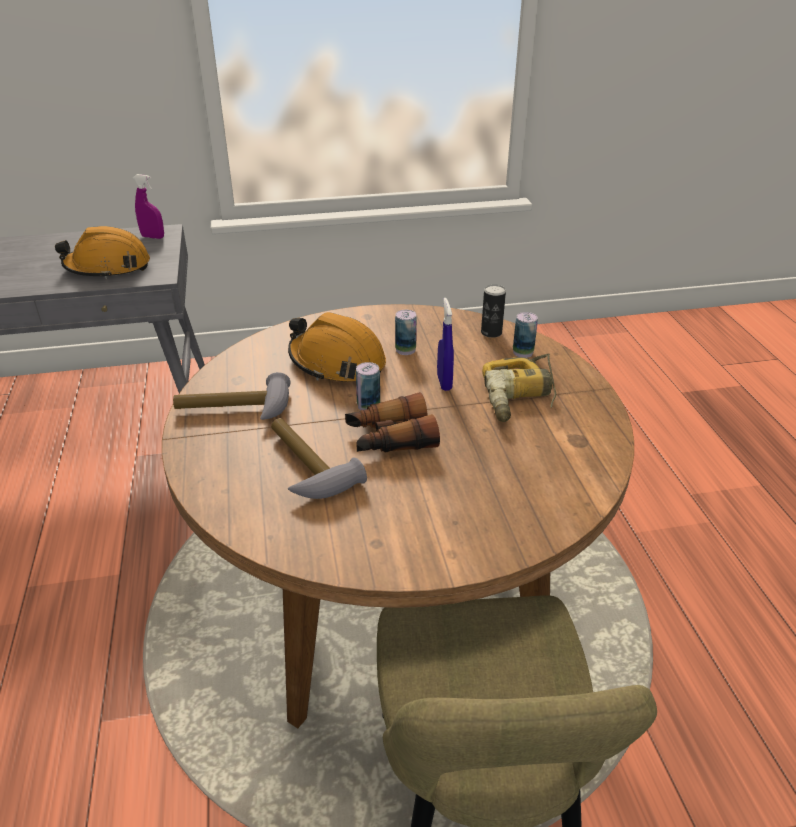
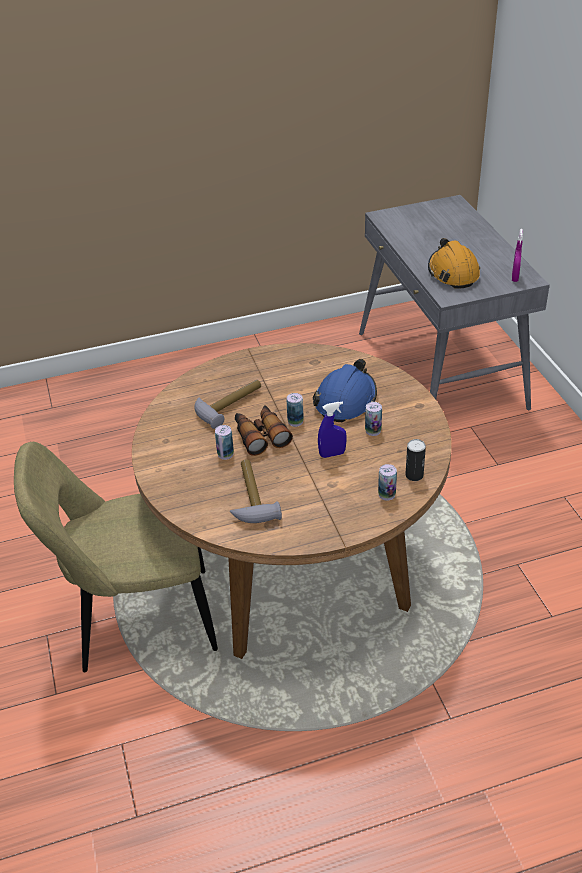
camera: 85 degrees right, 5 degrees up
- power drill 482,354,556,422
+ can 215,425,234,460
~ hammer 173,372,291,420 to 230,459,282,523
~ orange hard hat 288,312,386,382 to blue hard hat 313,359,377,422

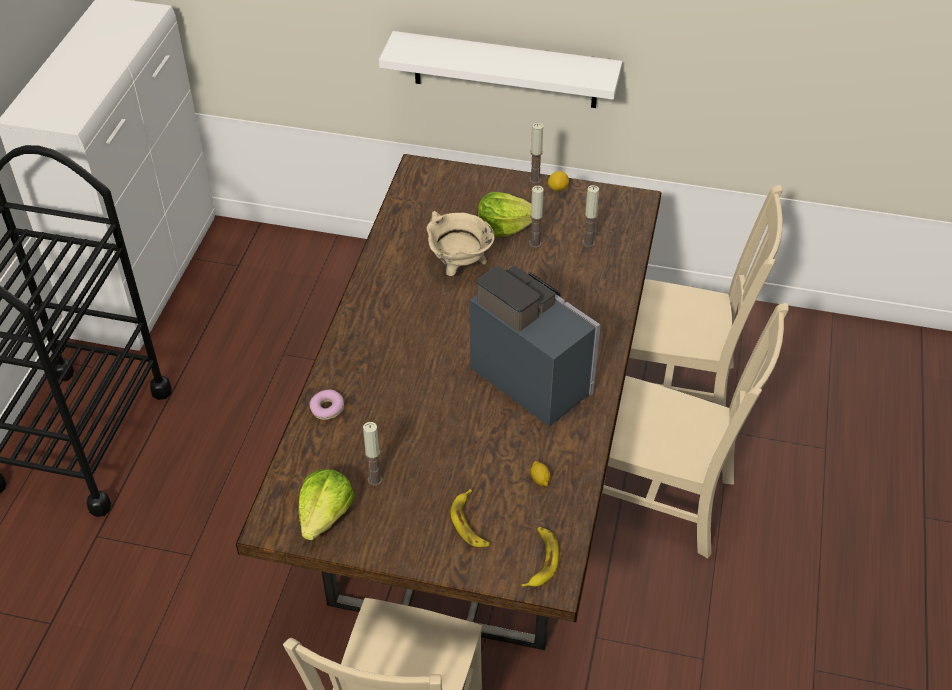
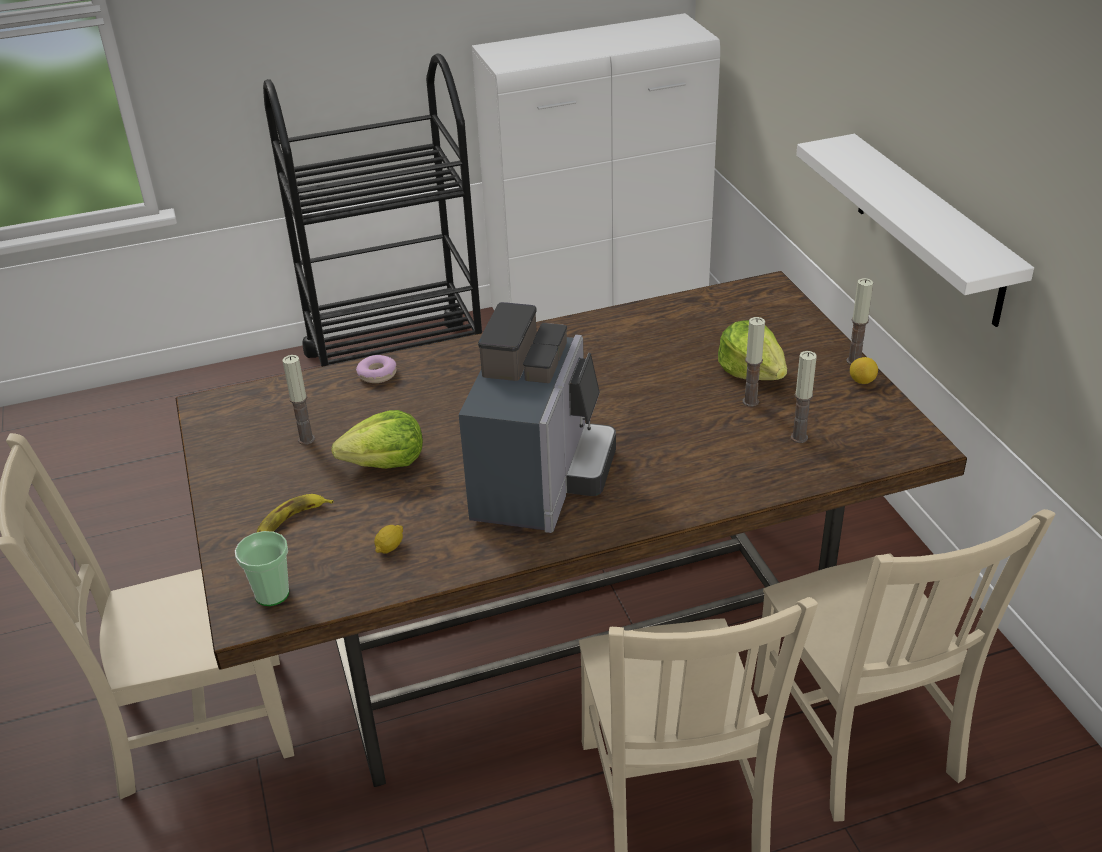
camera: 60 degrees right, 10 degrees down
- beige cooking pot 426,211,494,276
~ lettuce 298,469,355,540 to 331,410,423,469
~ banana 522,527,559,587 to cup 235,531,289,606

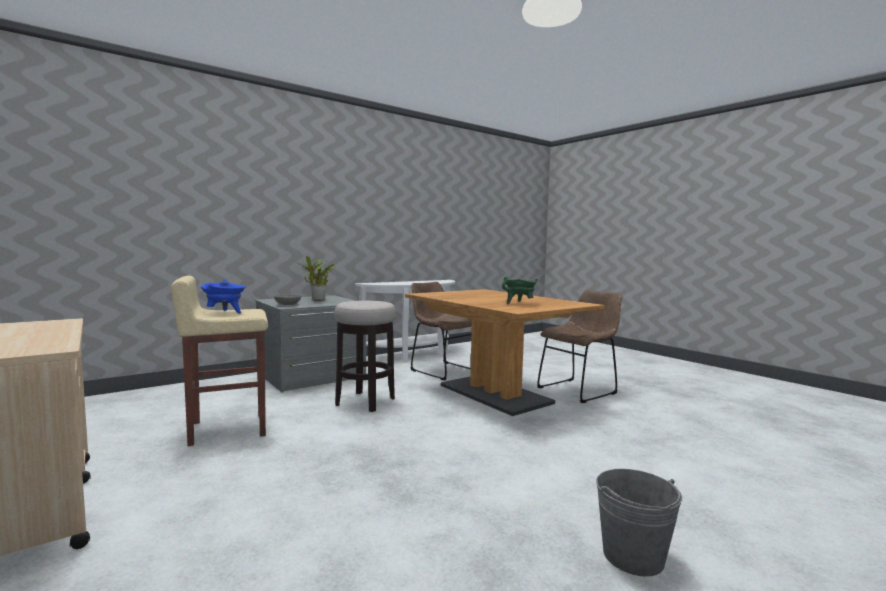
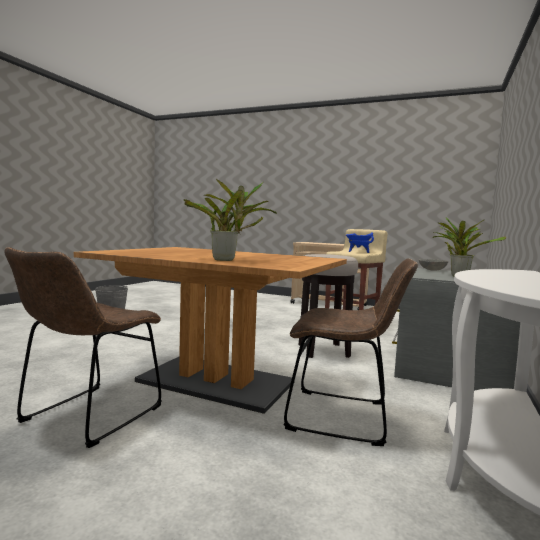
camera: 150 degrees right, 0 degrees up
- green cooking pot 502,276,537,304
+ potted plant 184,179,277,261

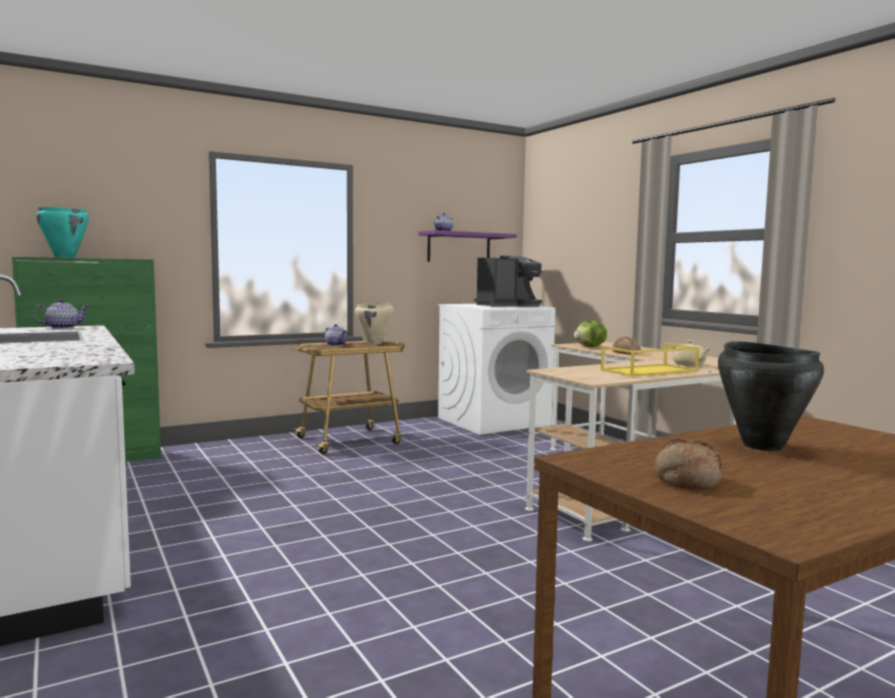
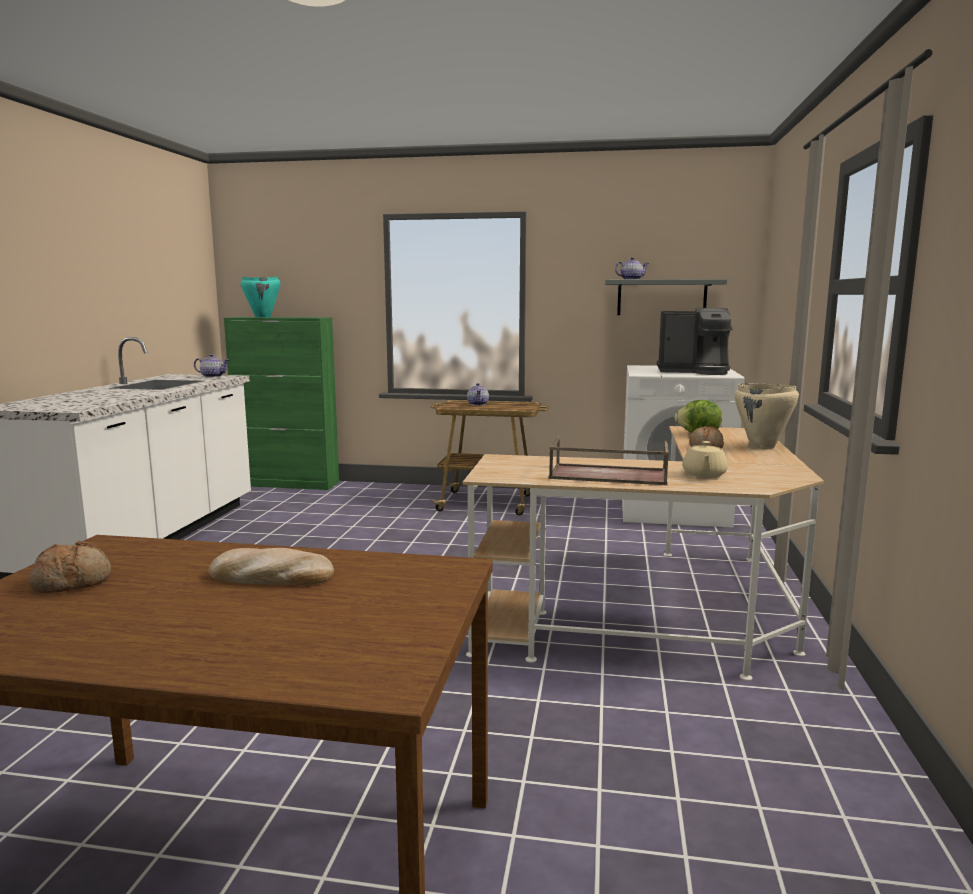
camera: 40 degrees right, 5 degrees up
~ beige cooking pot 355,303,394,344 to 734,383,799,449
~ black cooking pot 718,341,824,451 to bread 208,548,334,585
~ purple shelf 418,230,517,262 to grey shelf 605,279,727,315
~ yellow tray 600,343,699,377 to brown tray 549,436,669,485

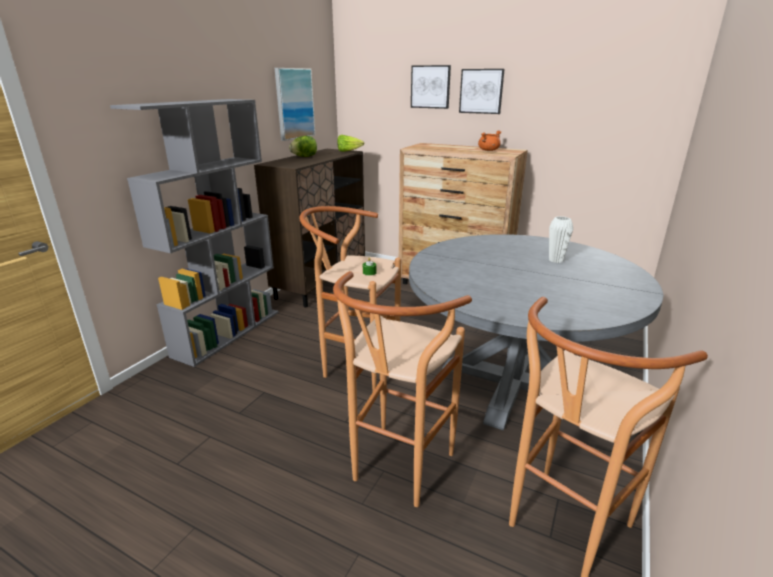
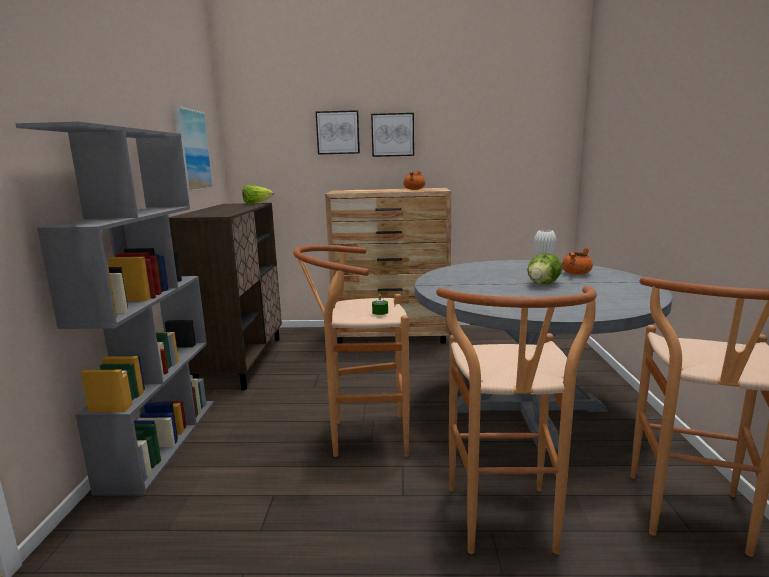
camera: 25 degrees left, 10 degrees down
+ orange cooking pot 562,247,593,275
~ lettuce 289,136,317,157 to 527,254,562,285

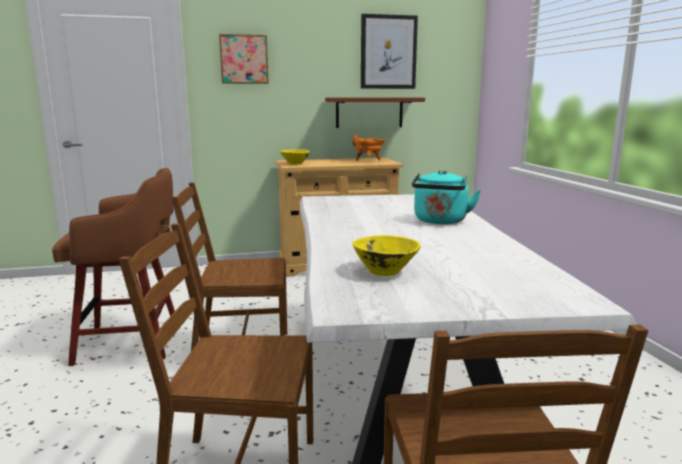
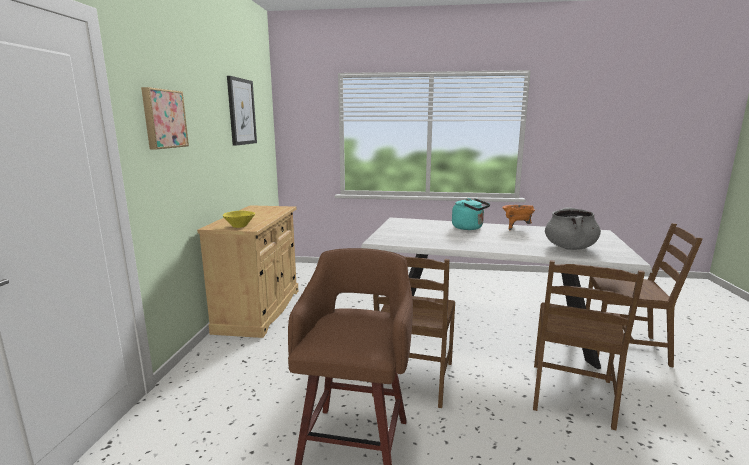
camera: 70 degrees left, 0 degrees up
- brown shelf 325,97,425,128
~ orange cooking pot 352,135,386,160 to 502,205,536,231
~ yellow bowl 352,235,420,276 to grey cooking pot 545,207,601,250

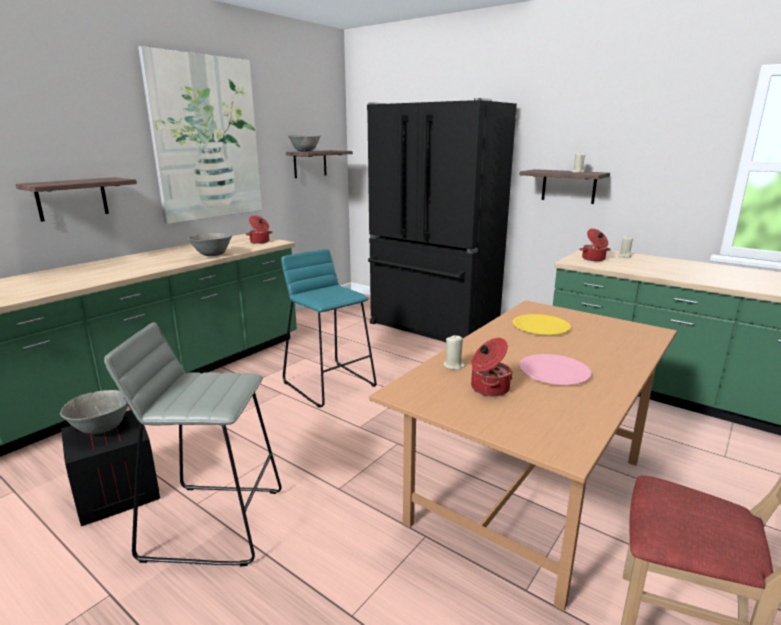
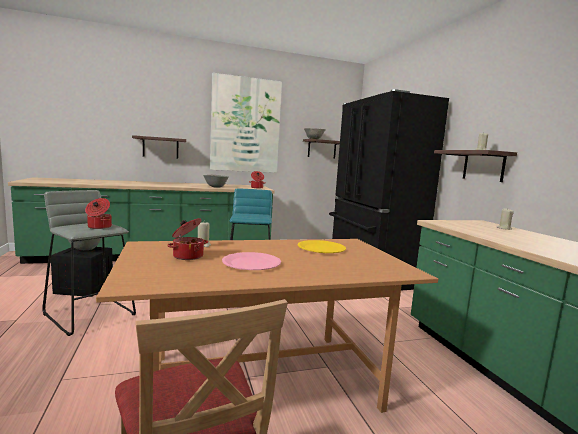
camera: 35 degrees right, 10 degrees down
~ cooking pot 579,228,611,261 to 85,198,112,229

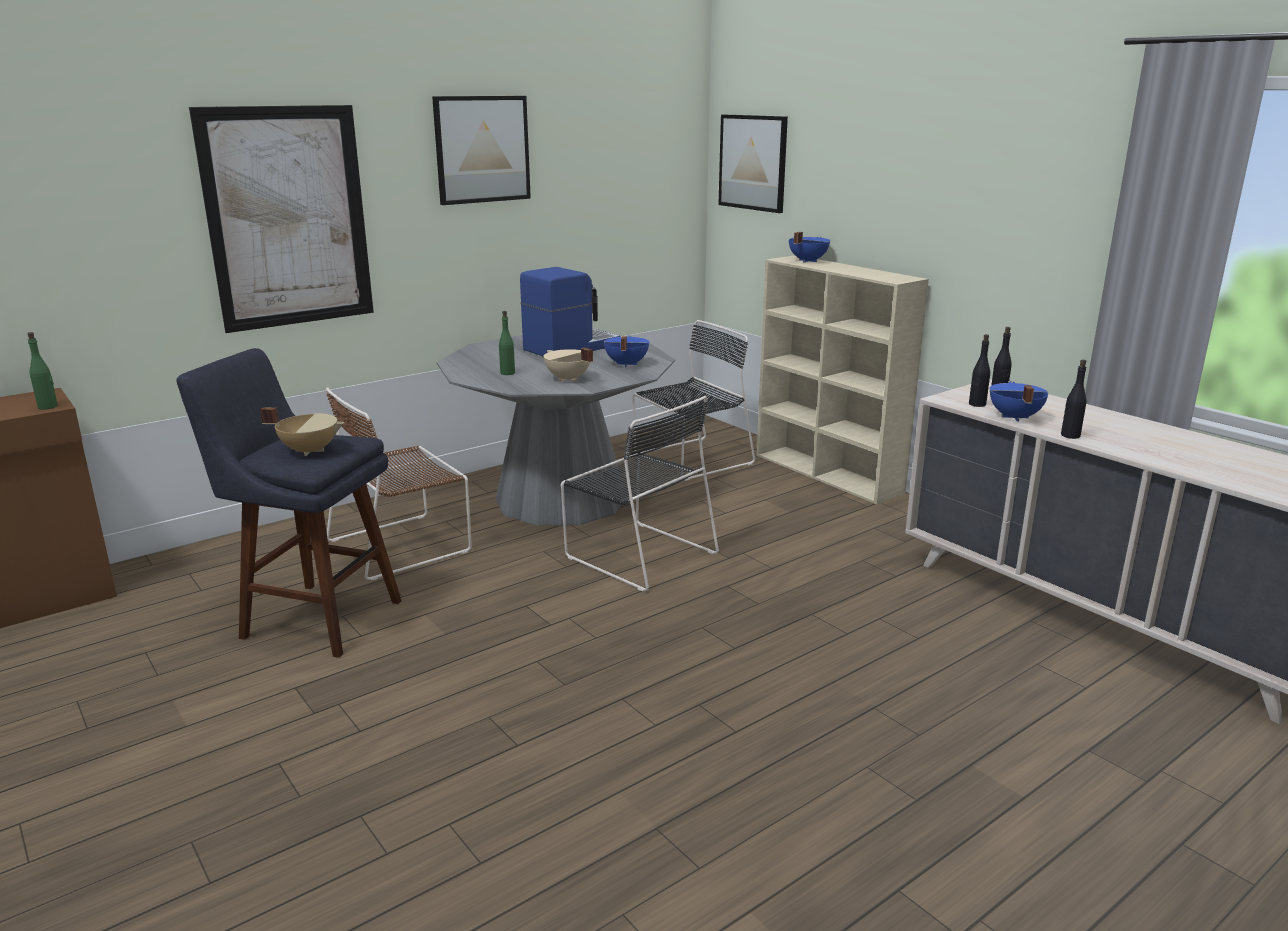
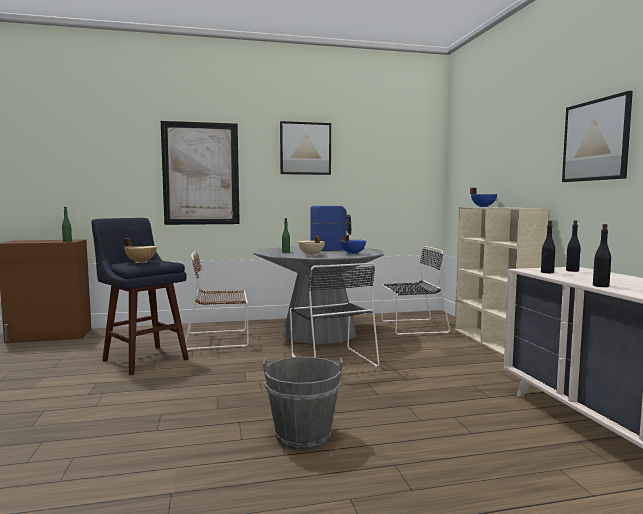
camera: 25 degrees right, 15 degrees down
- blue cooking pot 989,381,1048,422
+ grey bucket 263,357,343,450
~ picture 718,115,788,213 to 562,91,633,182

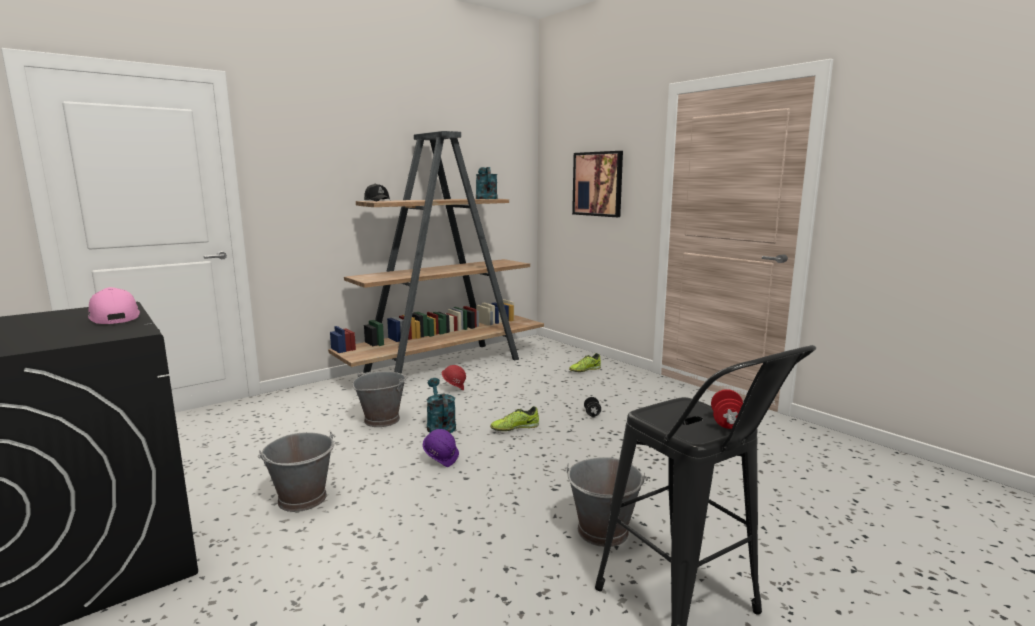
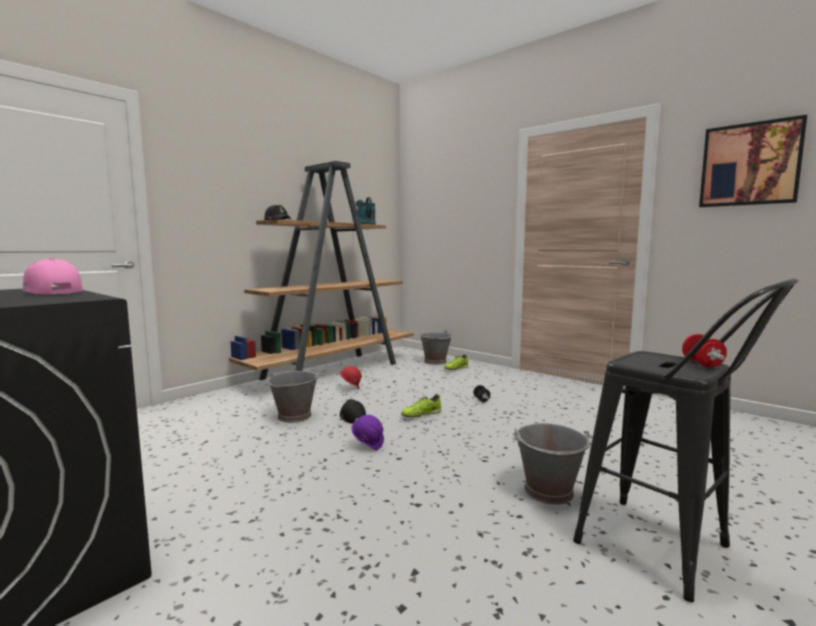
camera: 10 degrees left, 5 degrees down
~ grey bucket 258,431,336,512 to 420,330,453,365
~ picture 572,151,623,217 to 699,115,807,207
~ turquoise watering can 427,378,456,433 to black cap 340,399,366,424

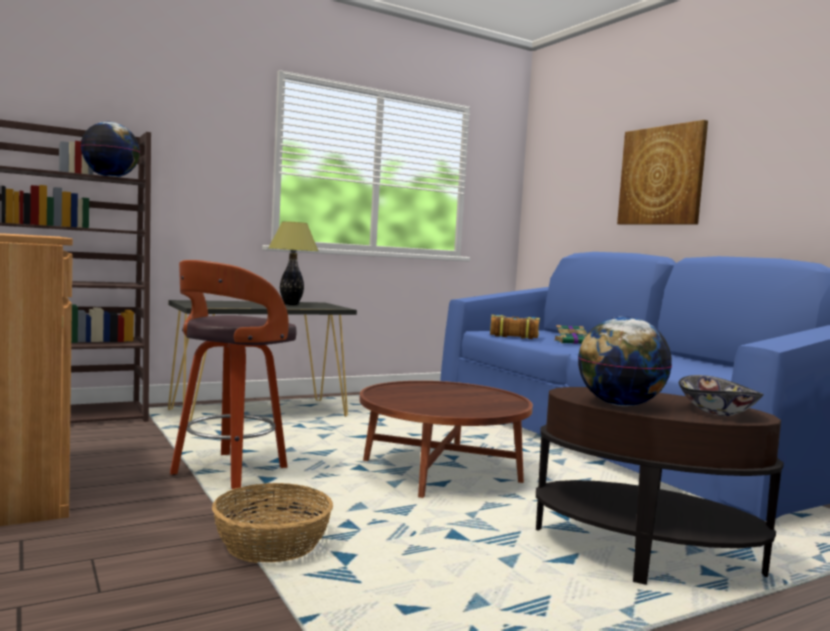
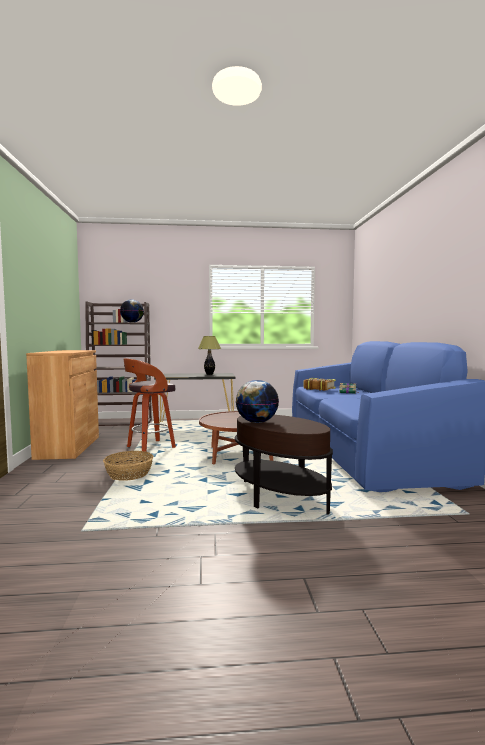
camera: 25 degrees right, 0 degrees up
- picture 617,120,708,224
- bowl 679,375,764,416

